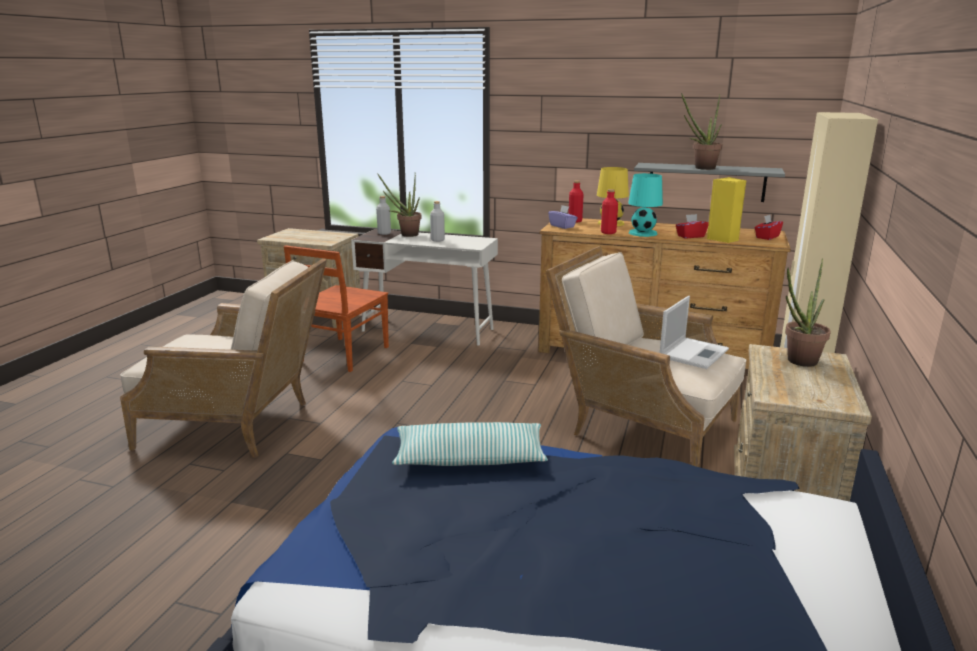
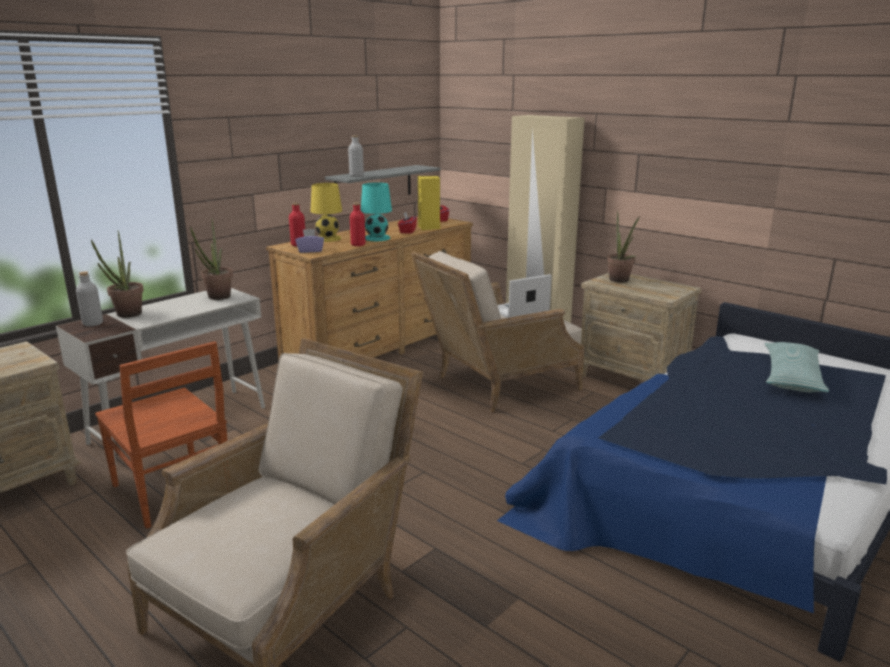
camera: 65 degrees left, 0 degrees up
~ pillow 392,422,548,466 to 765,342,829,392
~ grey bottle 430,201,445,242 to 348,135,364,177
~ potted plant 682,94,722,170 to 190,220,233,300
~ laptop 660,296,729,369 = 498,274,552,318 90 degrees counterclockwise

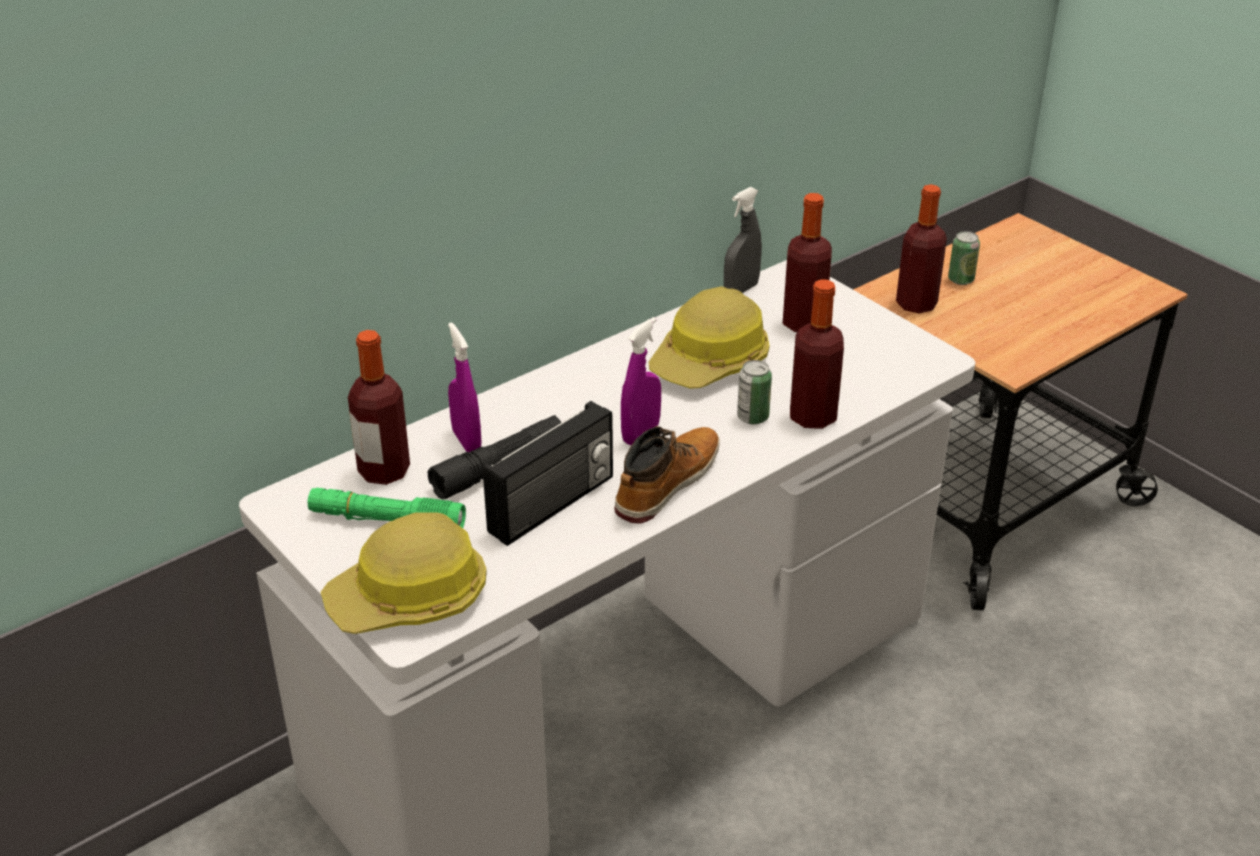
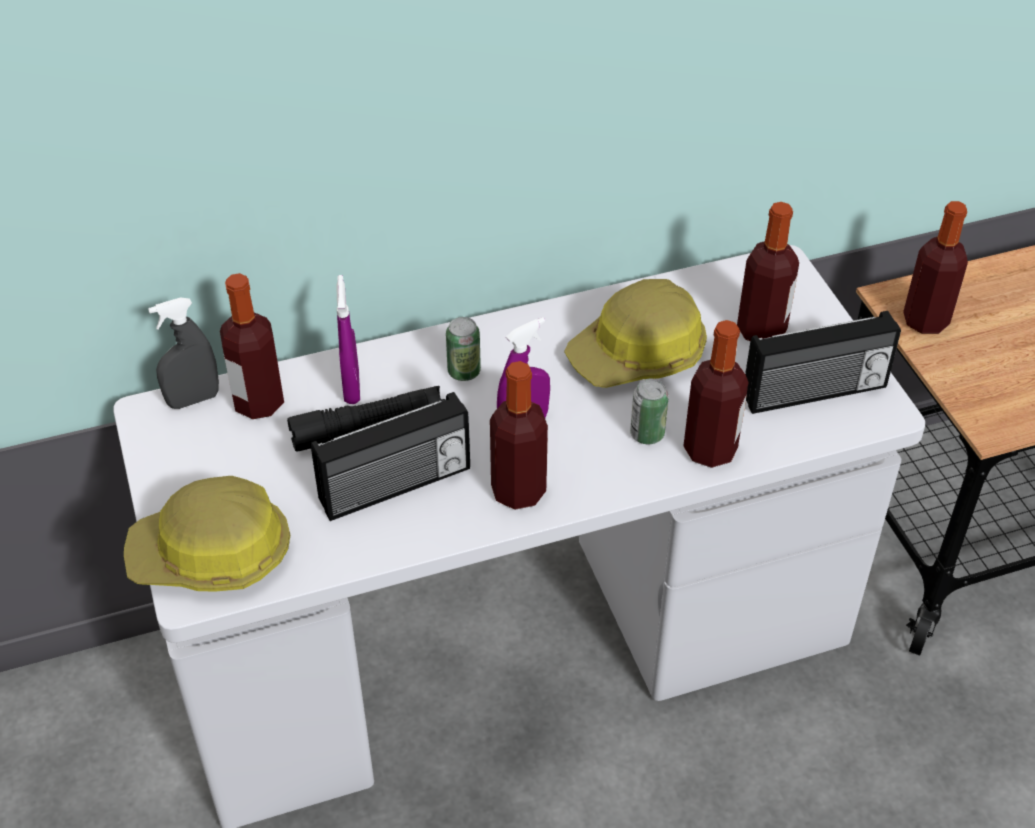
camera: 20 degrees right, 10 degrees up
- green flashlight 307,488,466,528
+ radio 745,311,901,414
~ grey spray bottle 724,187,762,293 to 148,297,219,409
~ can 948,231,980,285 to 446,317,481,381
~ boot 614,426,720,524 to bottle 490,361,548,510

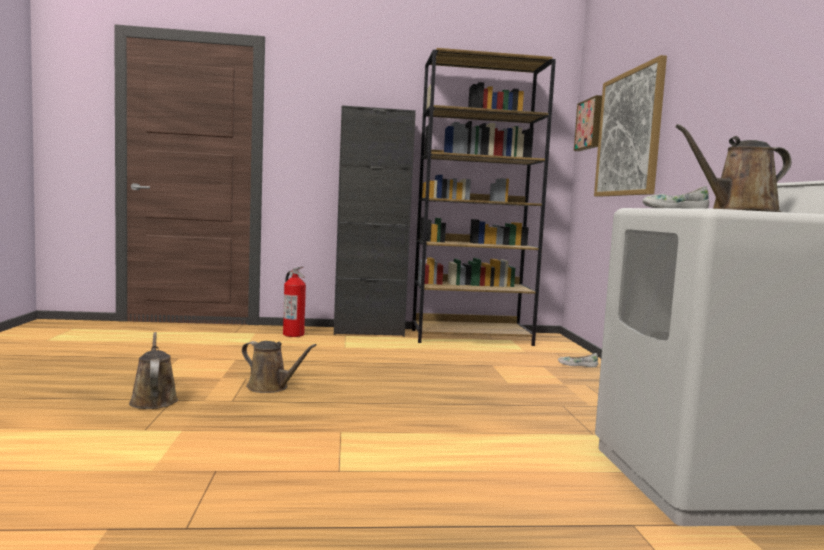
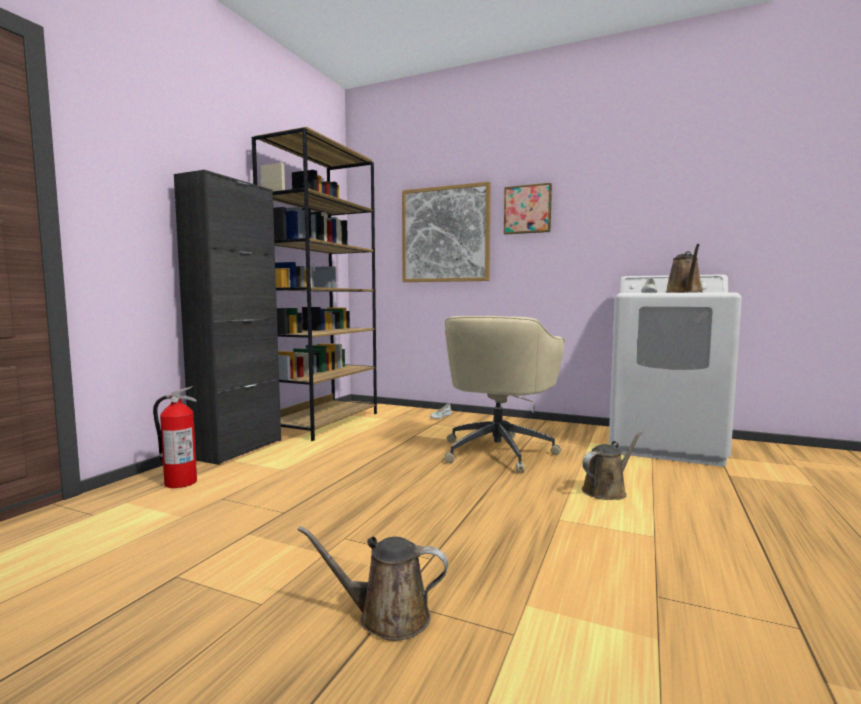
camera: 60 degrees left, 0 degrees up
+ beige office chair 445,316,564,473
~ brown watering can 242,341,317,393 to 582,430,643,500
~ picture 574,95,602,151 to 504,183,552,235

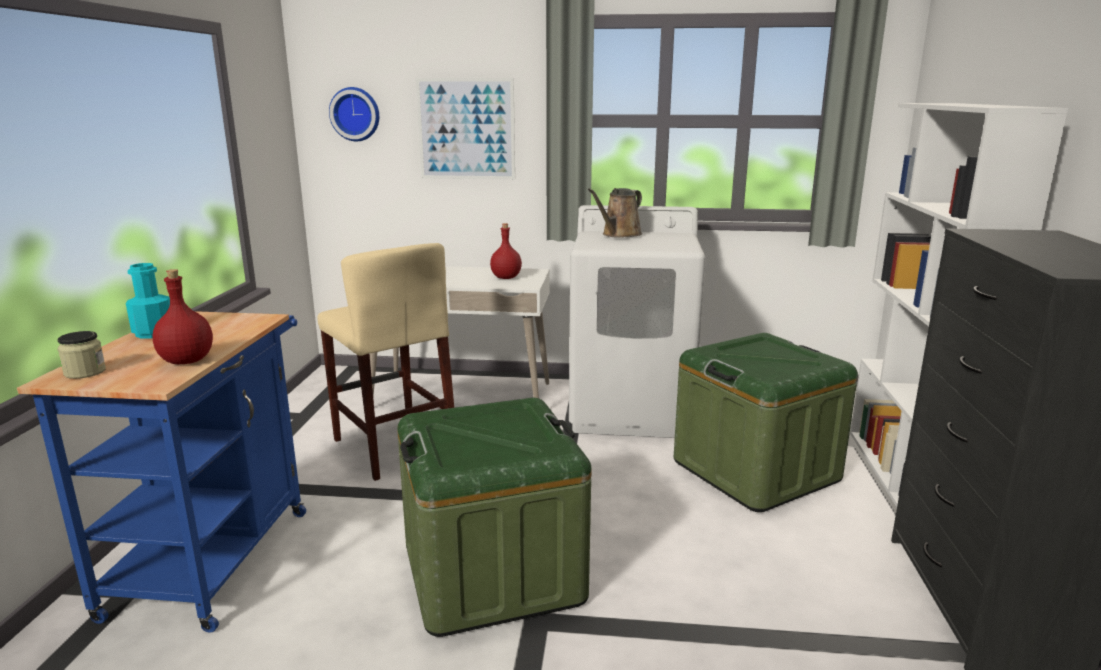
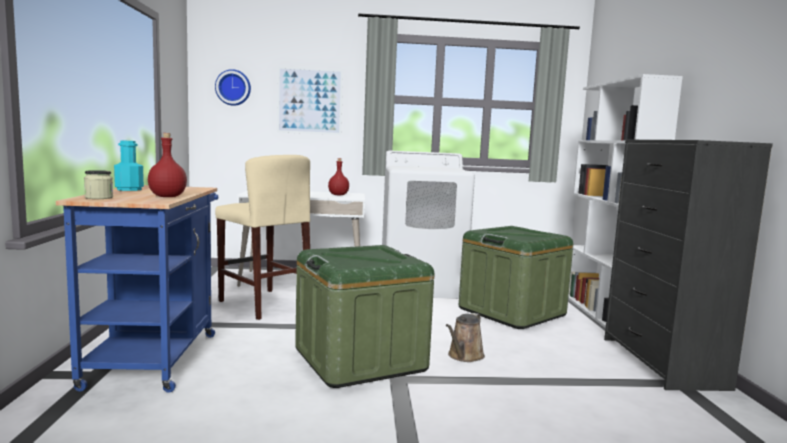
camera: 10 degrees left, 10 degrees down
~ brown watering can 588,188,642,238 to 446,313,485,362

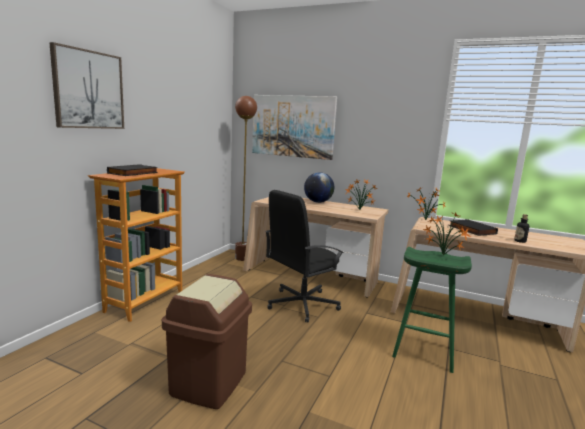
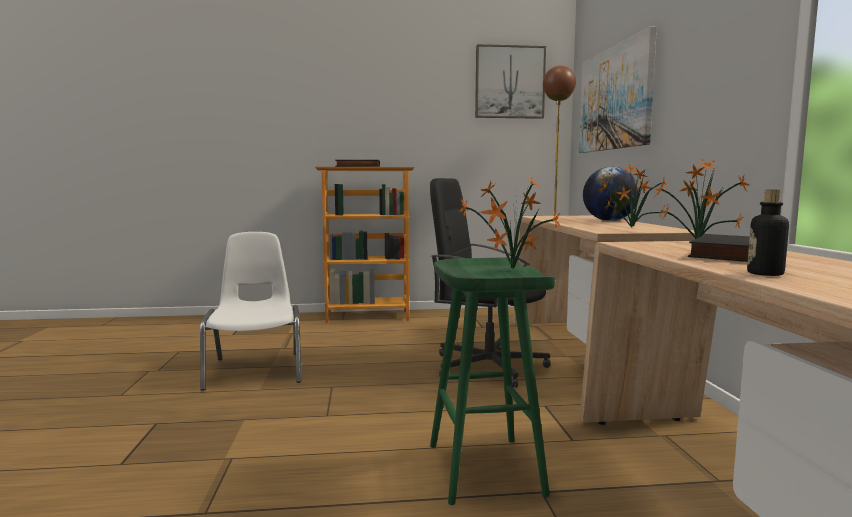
camera: 60 degrees right, 5 degrees down
~ picture 49,42,124,129 to 475,44,546,119
~ brown trash can 162,274,252,409 to white chair 200,232,302,391

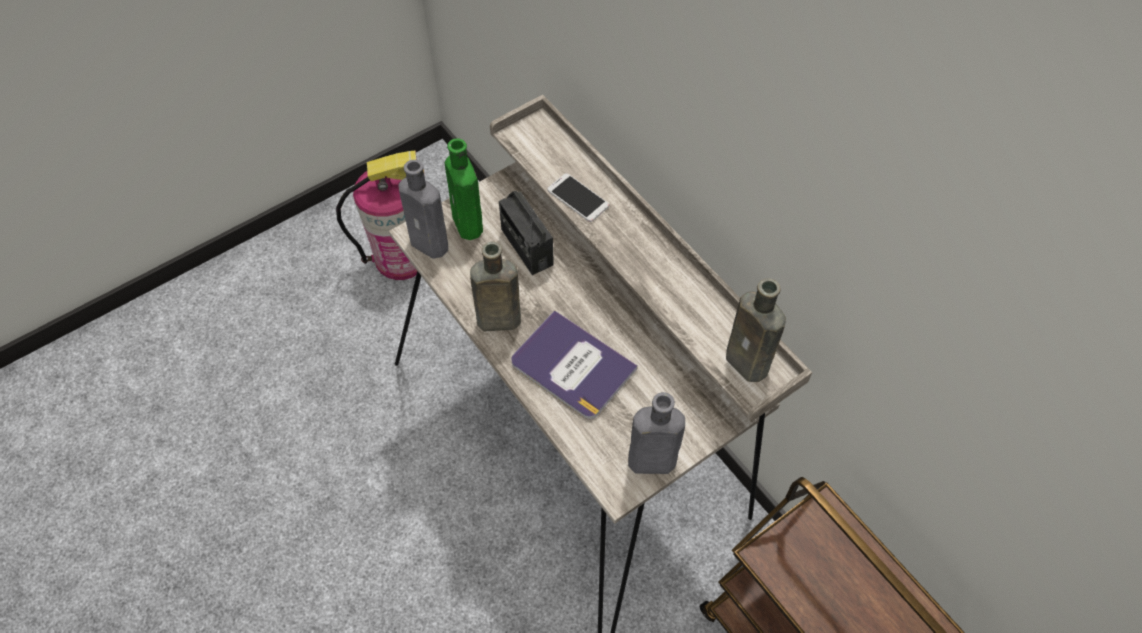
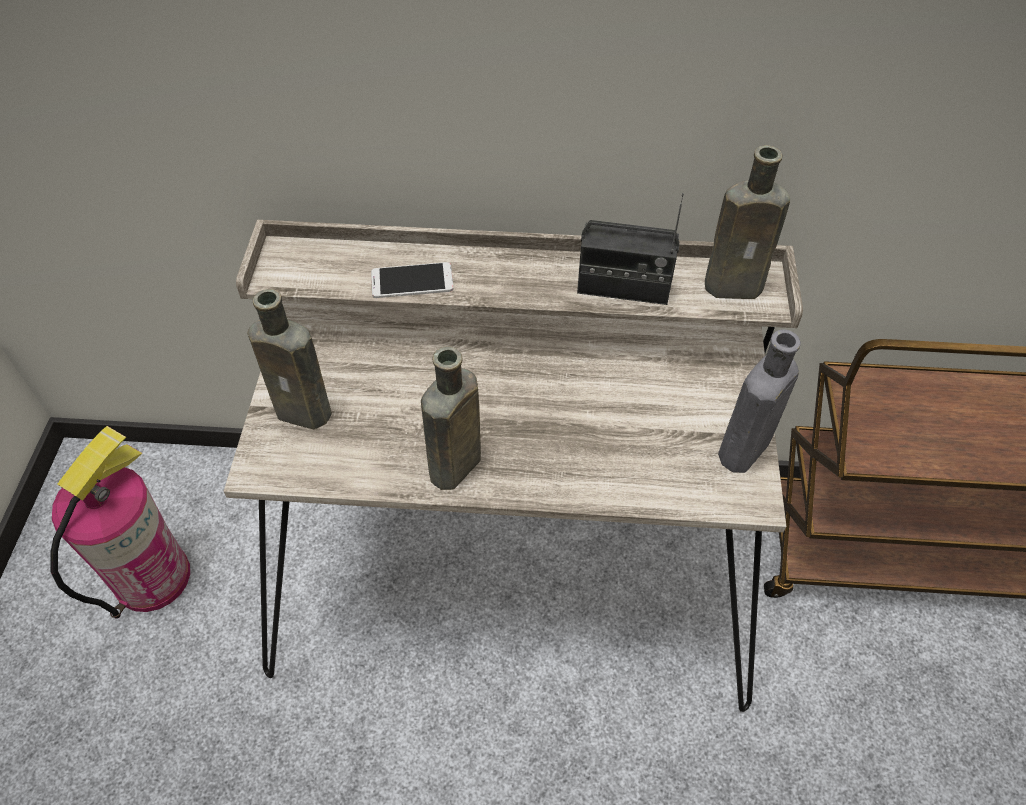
camera: 50 degrees left, 5 degrees down
- grey bottle 399,160,448,259
- book 511,310,638,419
~ radio 499,191,554,275 to 577,193,684,305
~ green bottle 445,138,483,240 to brown bottle 247,289,332,429

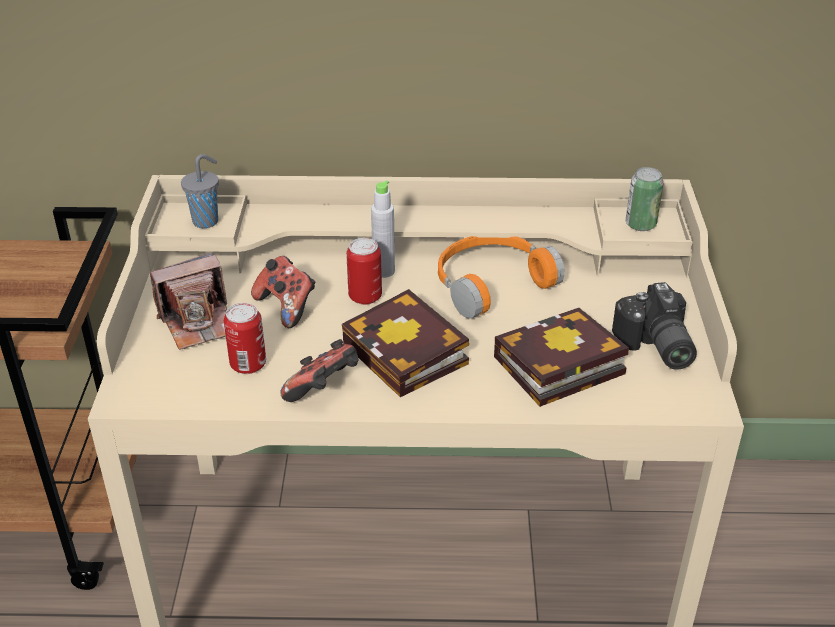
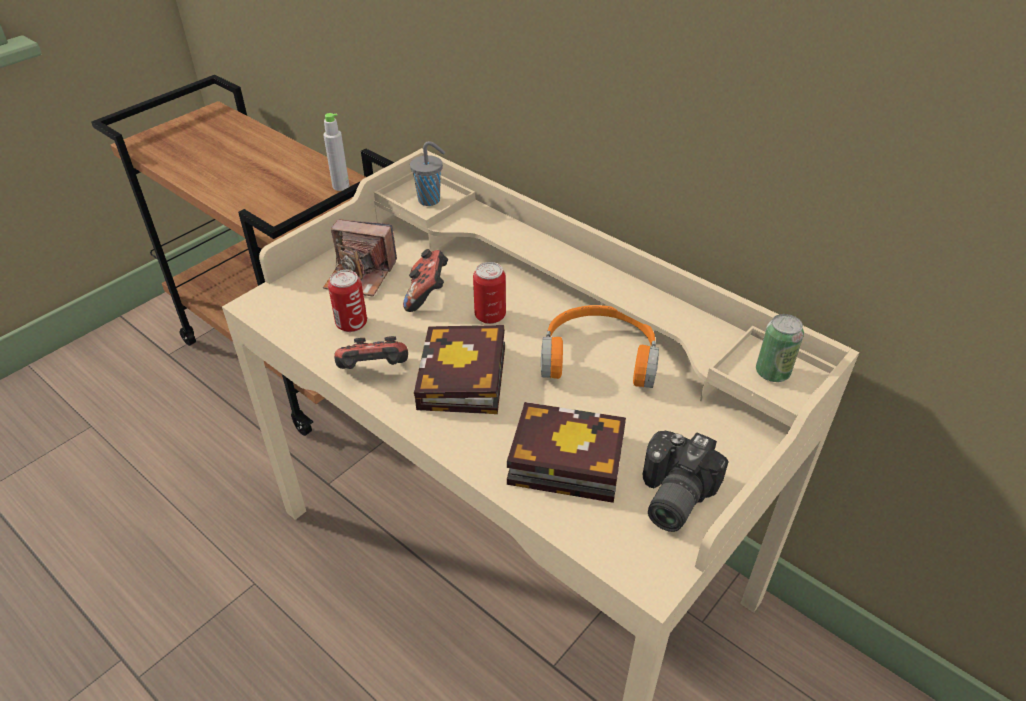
camera: 40 degrees right, 5 degrees up
~ grey bottle 371,180,395,278 to 324,113,349,191

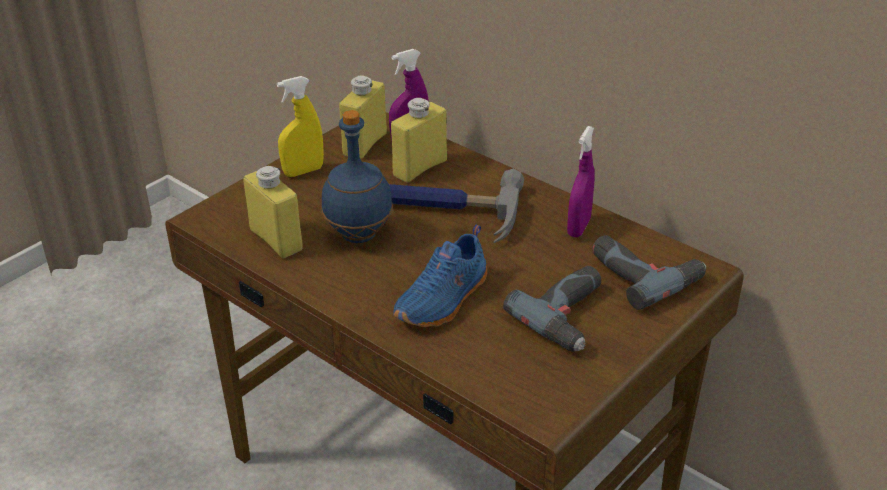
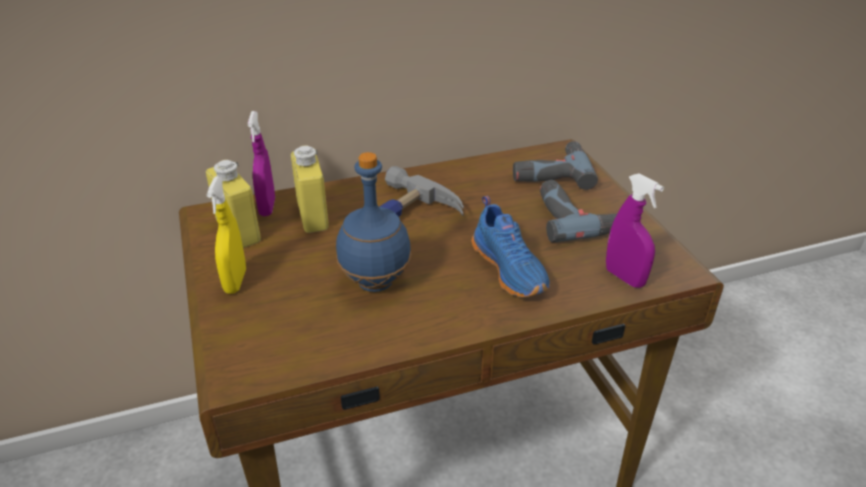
camera: 60 degrees left, 0 degrees up
- yellow bottle 243,166,303,258
~ purple spray bottle 567,126,595,237 to 606,173,664,288

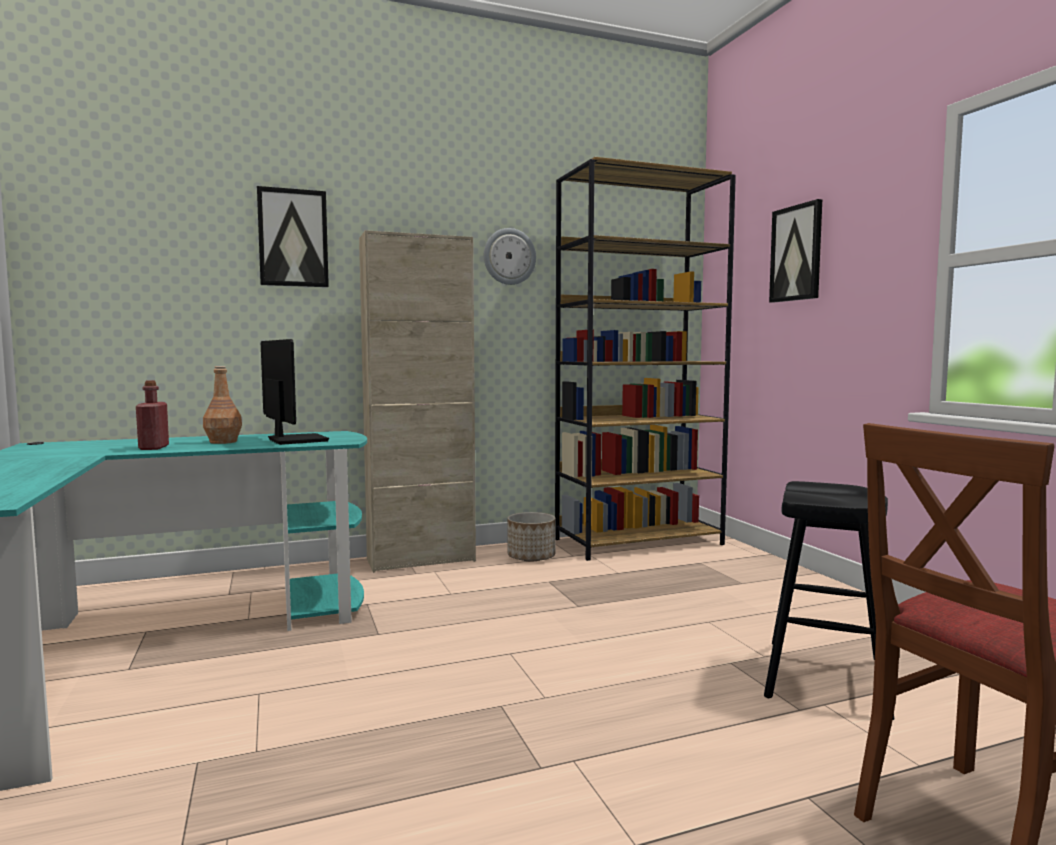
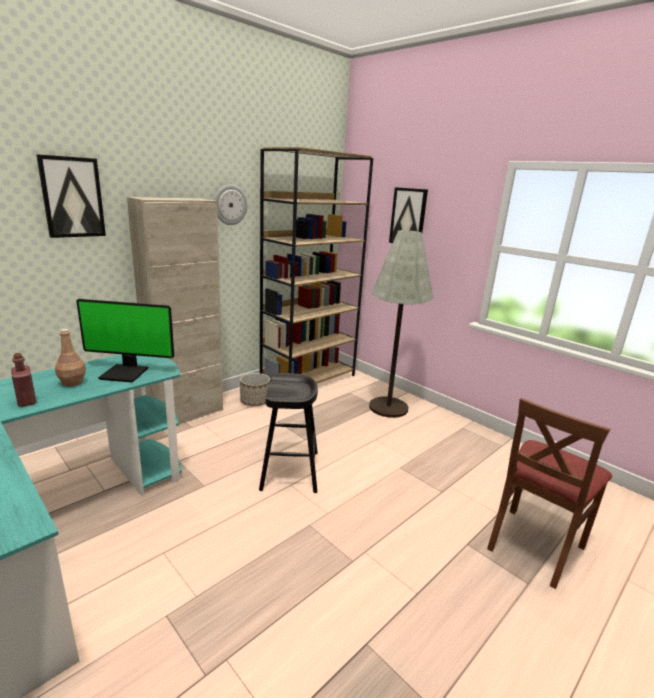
camera: 25 degrees left, 15 degrees up
+ grey floor lamp 369,230,433,418
~ black stool 764,481,894,720 to 259,373,318,493
~ monitor 261,339,329,445 = 76,299,174,382 150 degrees clockwise

